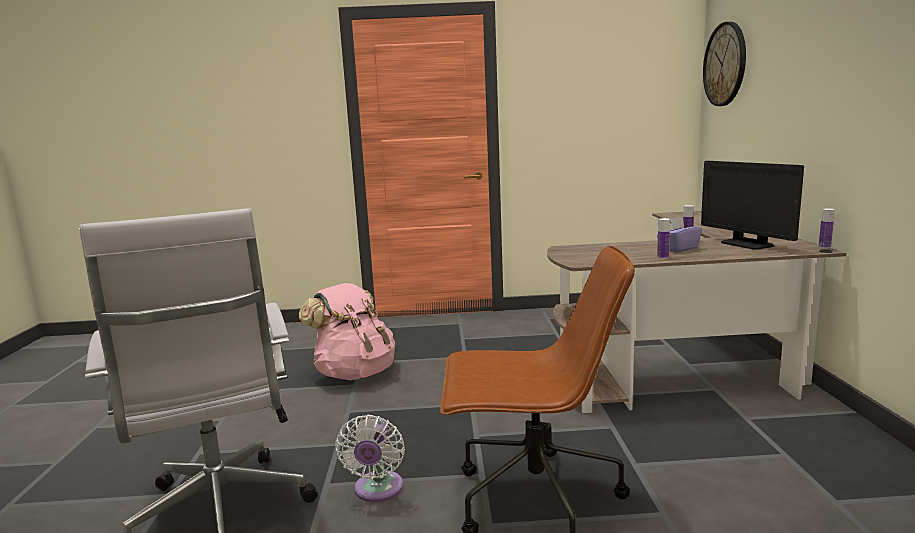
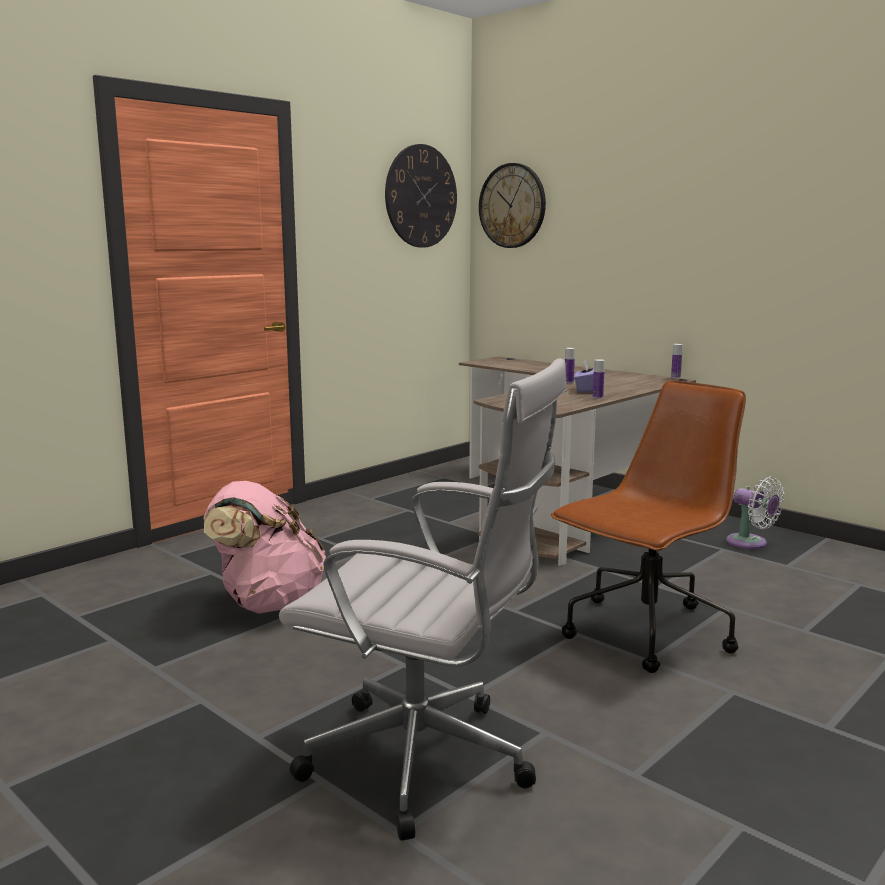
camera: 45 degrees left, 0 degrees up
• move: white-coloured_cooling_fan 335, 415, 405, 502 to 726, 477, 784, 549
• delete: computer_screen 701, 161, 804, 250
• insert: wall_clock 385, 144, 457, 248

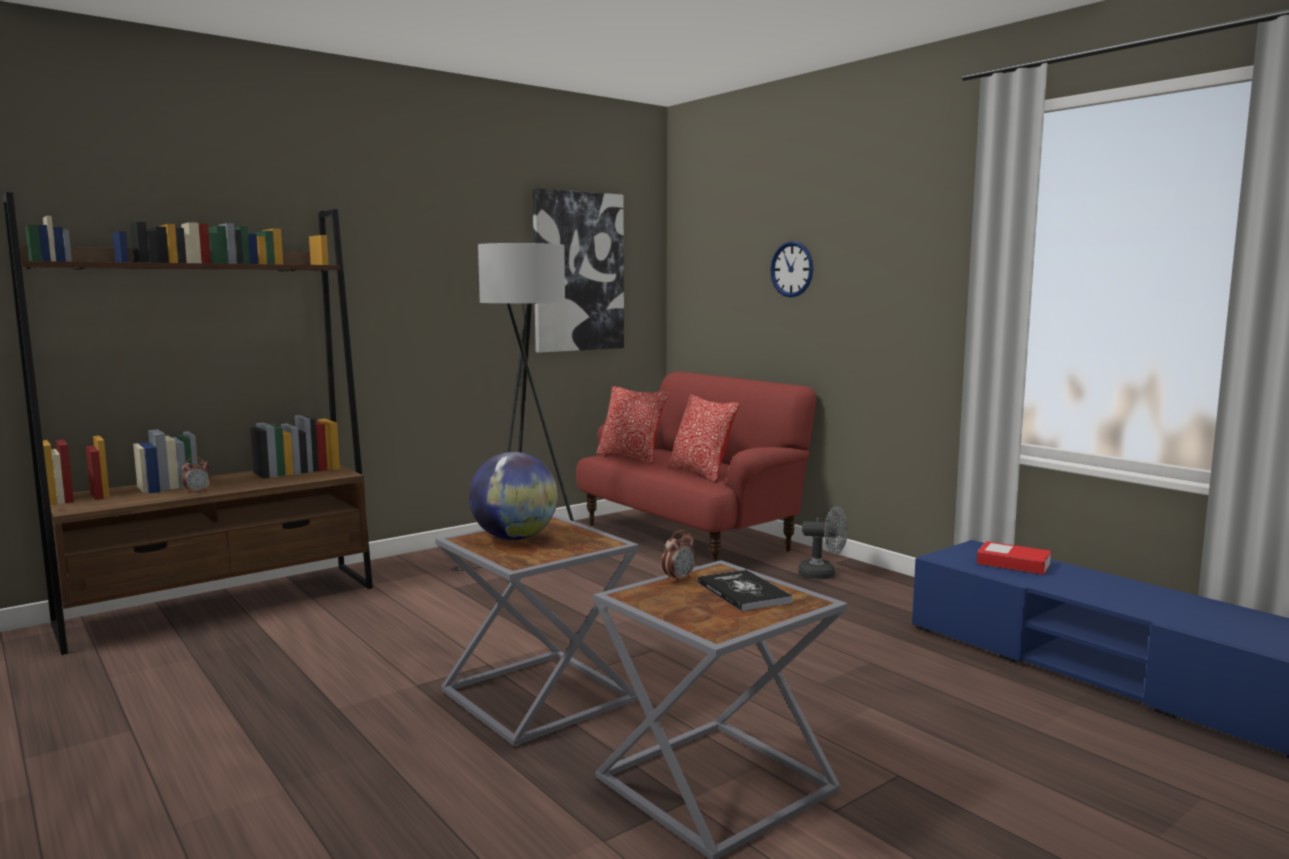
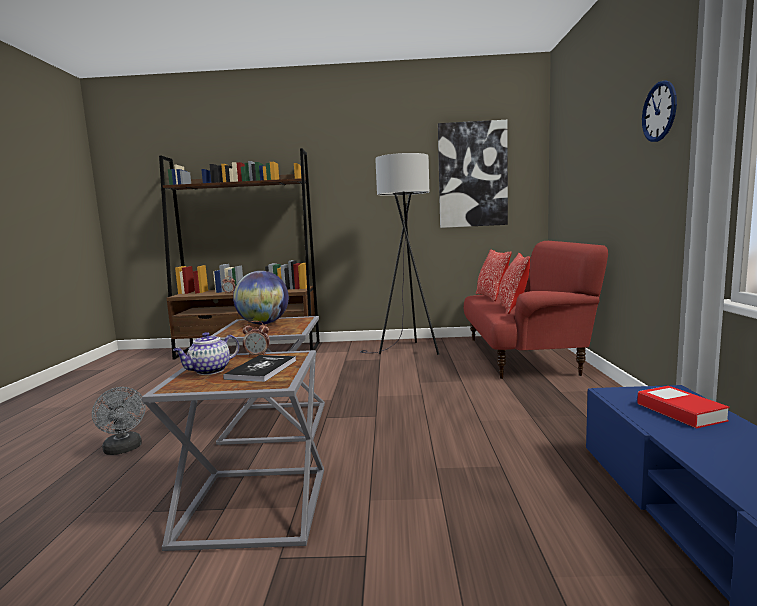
camera: 40 degrees right, 0 degrees up
• move: wall_clock 771, 241, 813, 297 to 642, 80, 677, 142
• move: gray_cooling_fan 798, 506, 848, 579 to 92, 387, 146, 455
• insert: teapot 173, 332, 239, 375

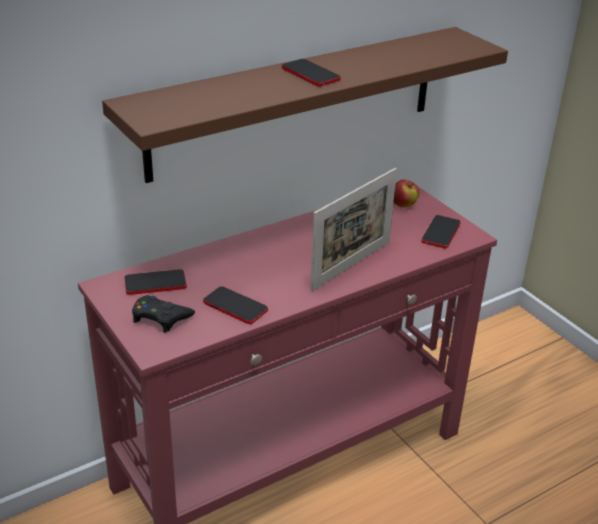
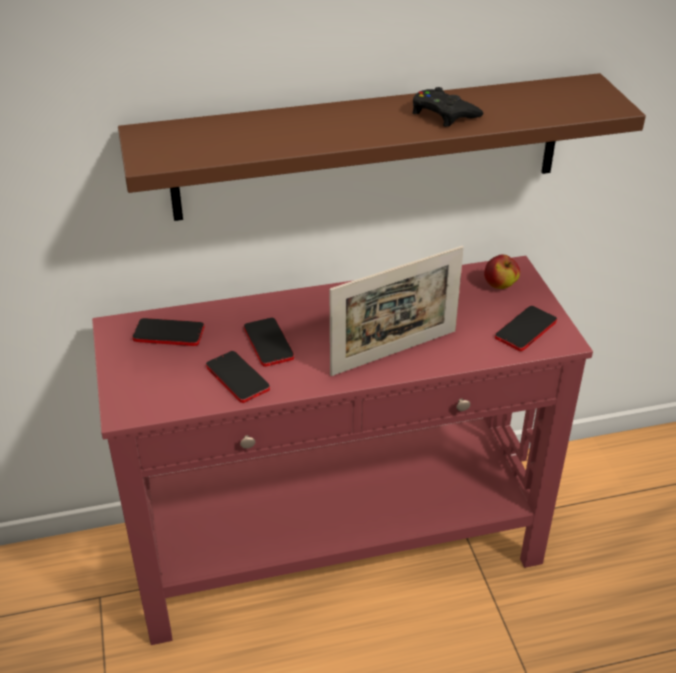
camera: 20 degrees right, 5 degrees up
• move: black-coloured_joypad 132, 295, 195, 333 to 413, 87, 483, 127
• move: handset 282, 59, 341, 87 to 244, 318, 294, 367

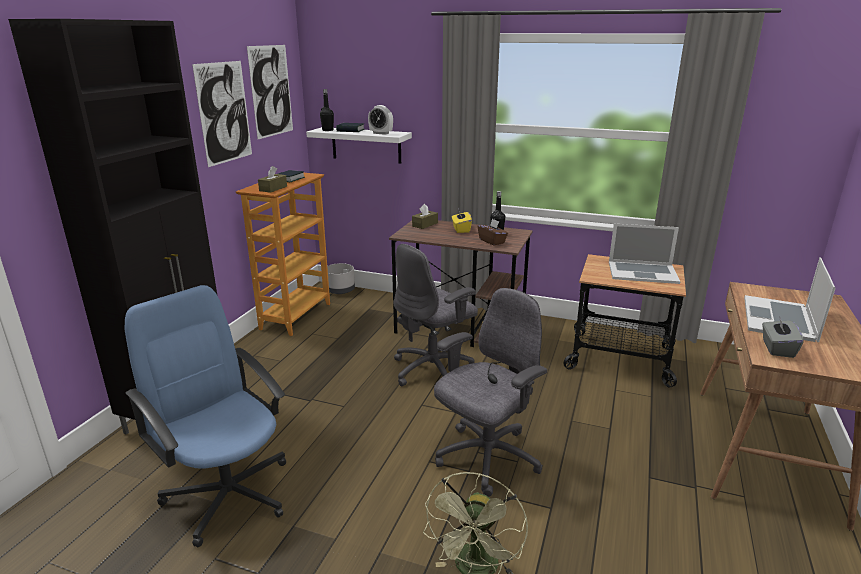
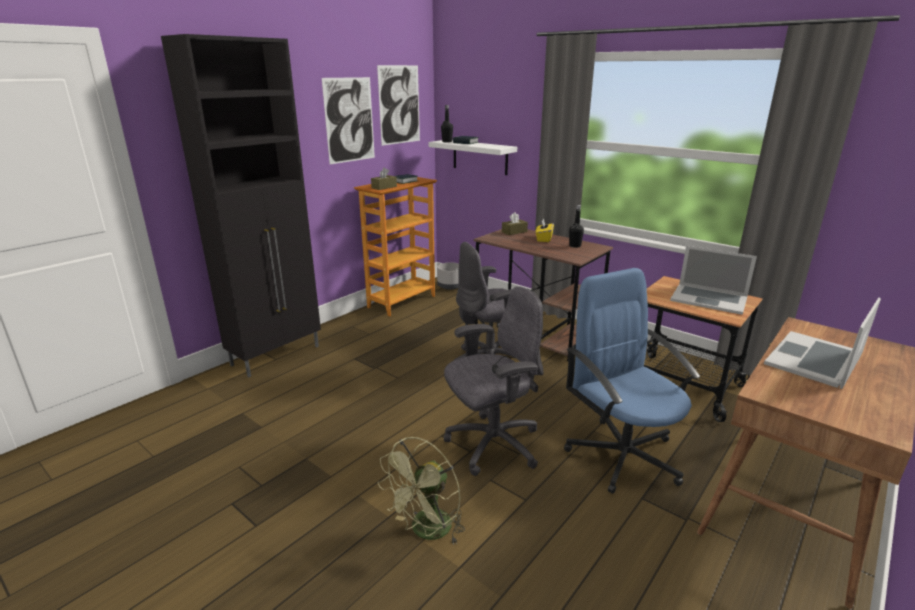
camera: 20 degrees right, 0 degrees up
• move: bluish_office_chair 125, 285, 286, 547 to 564, 268, 700, 494
• delete: bedside_clock 368, 105, 393, 135
• delete: brown-coloured_tissue_holder 478, 219, 508, 246
• delete: gray_tissue_holder 762, 316, 804, 358

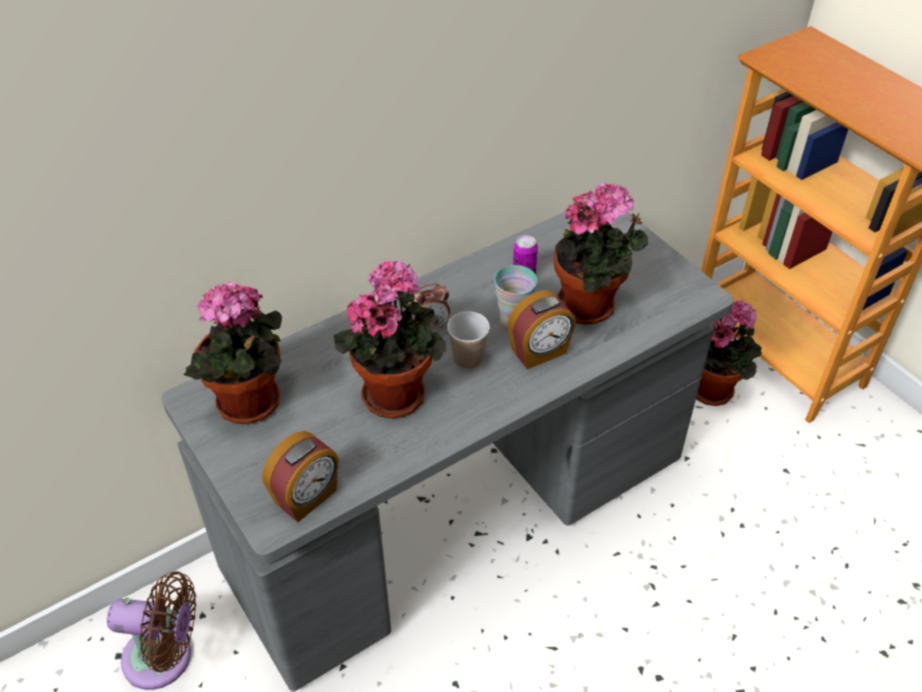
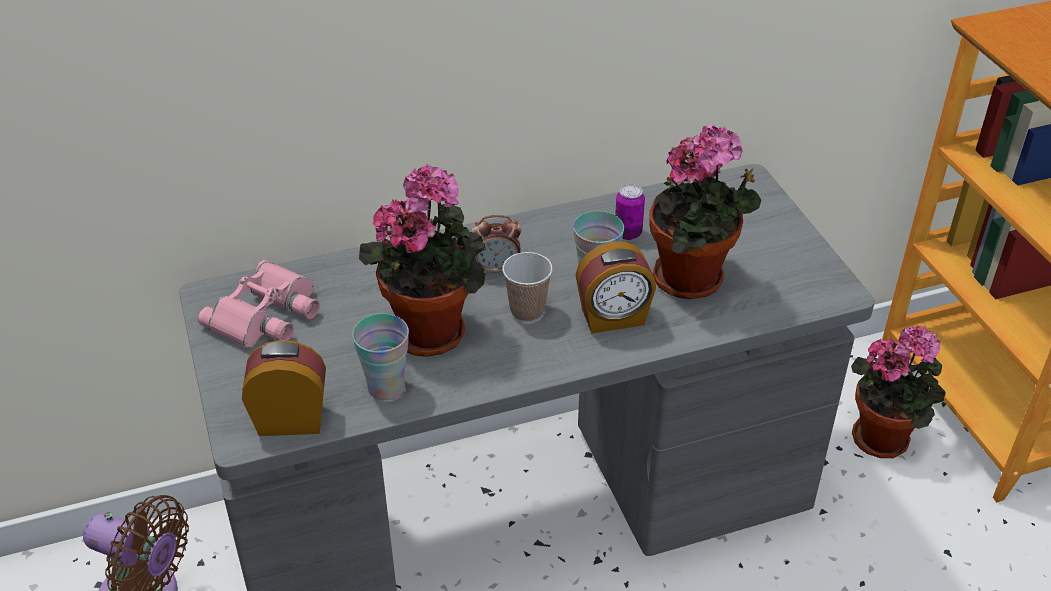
camera: 15 degrees right, 5 degrees down
• replace: plant_in_a_pot 184, 282, 282, 424 to pinkish_binoculars 198, 260, 320, 348
• rotate: bedside_clock 262, 431, 339, 522 = 242, 340, 326, 436 150 degrees counterclockwise
• insert: small_cup 352, 314, 409, 400

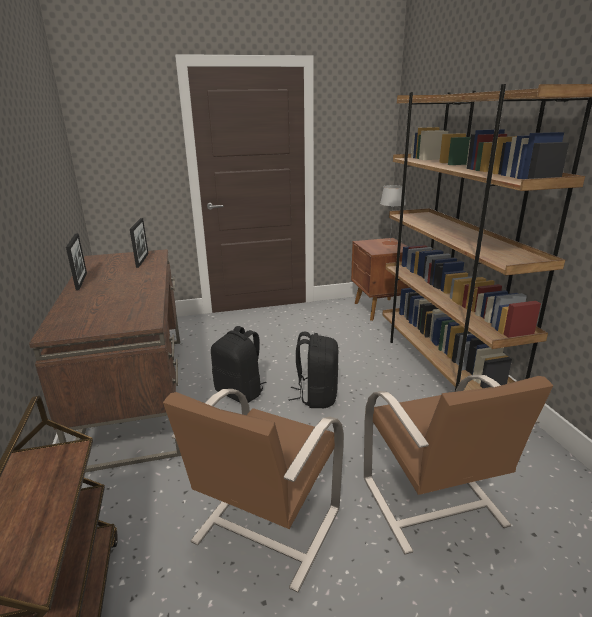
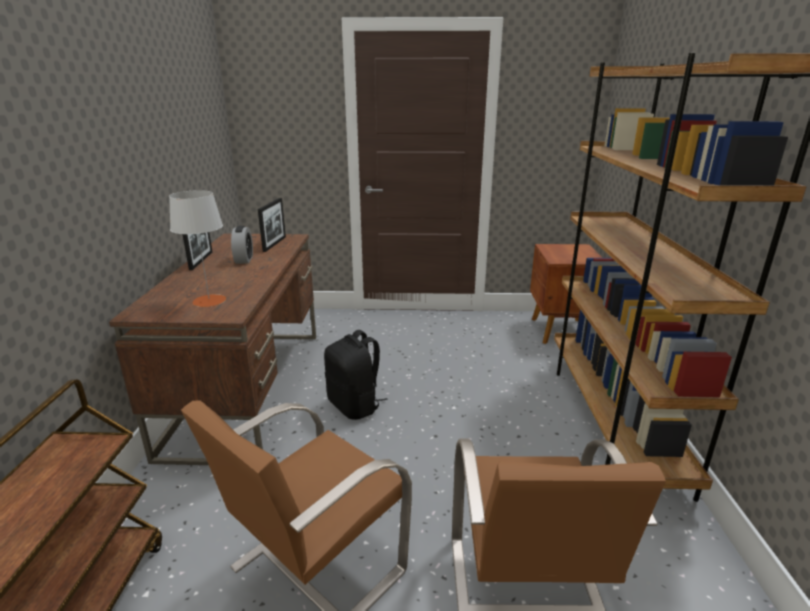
camera: 15 degrees right, 0 degrees up
• delete: black-coloured_rucksack 288, 332, 338, 408
• move: gray_tabletop_lamp 380, 185, 406, 245 to 169, 190, 226, 307
• insert: bedside_clock 231, 226, 253, 264

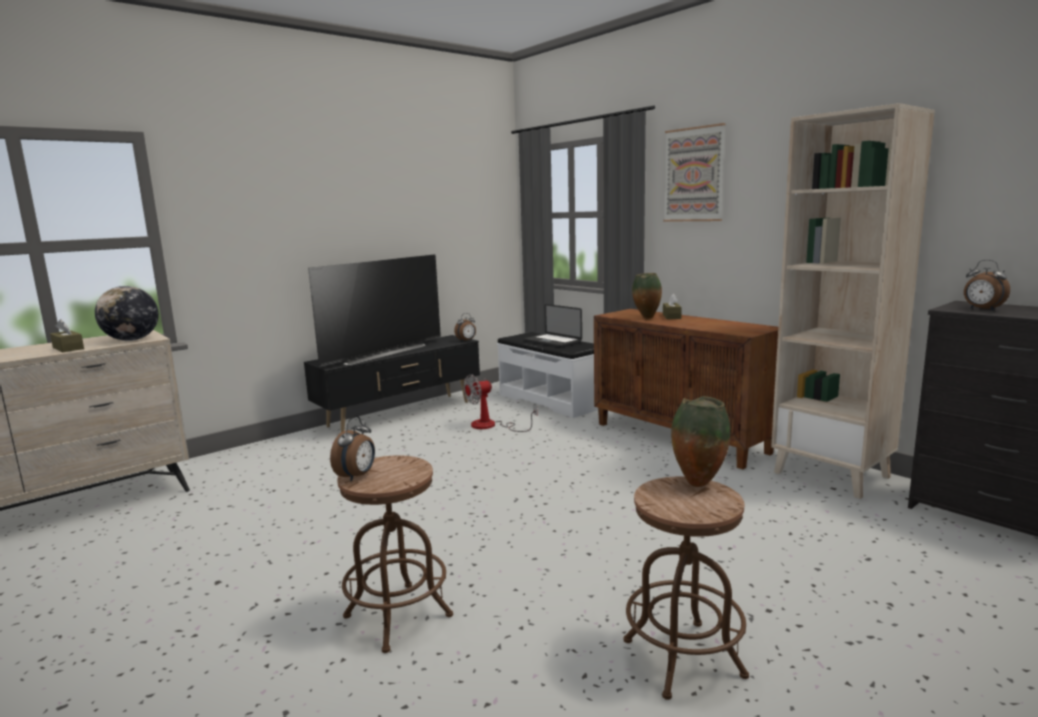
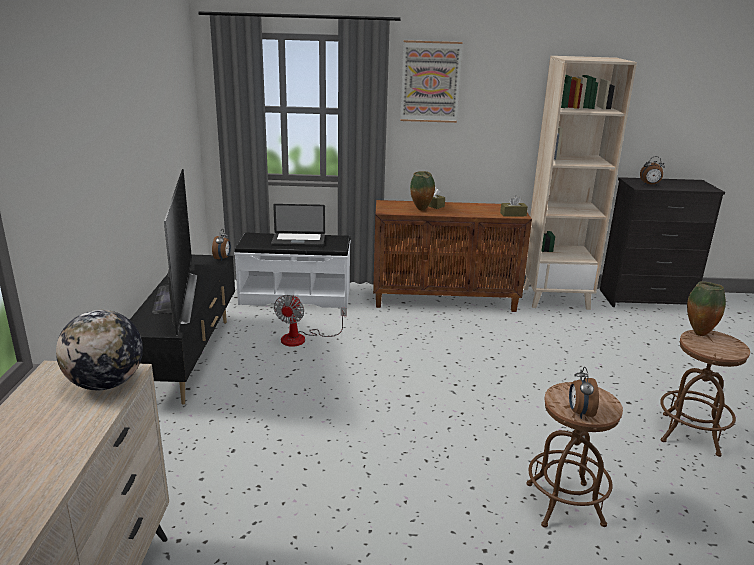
camera: 50 degrees left, 10 degrees up
• move: brown-coloured_tissue_holder 50, 319, 84, 352 to 500, 195, 528, 217
• rotate: bedside_clock 330, 416, 375, 482 = 569, 367, 599, 419 150 degrees counterclockwise

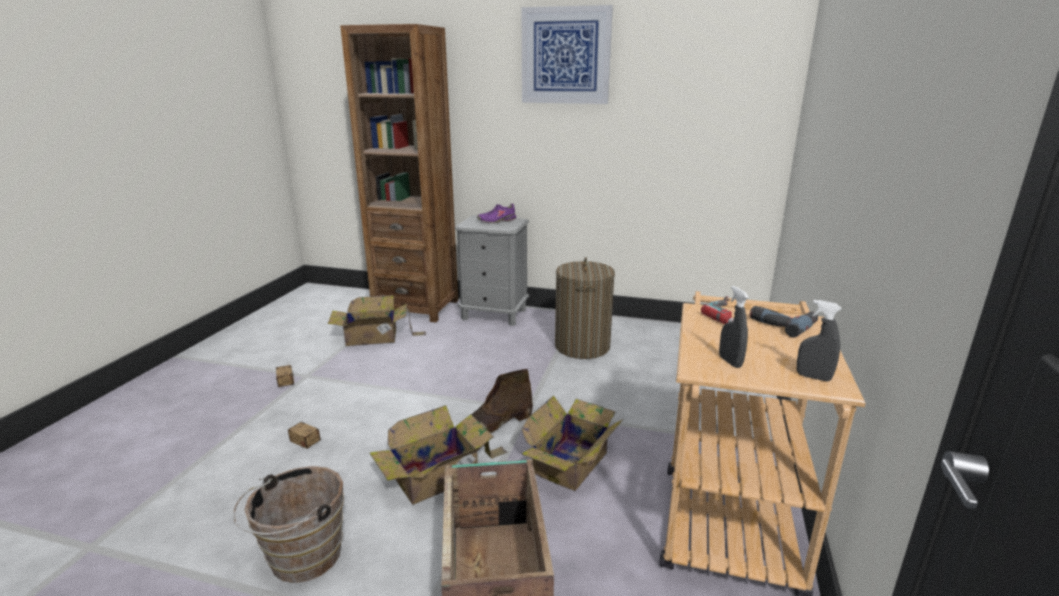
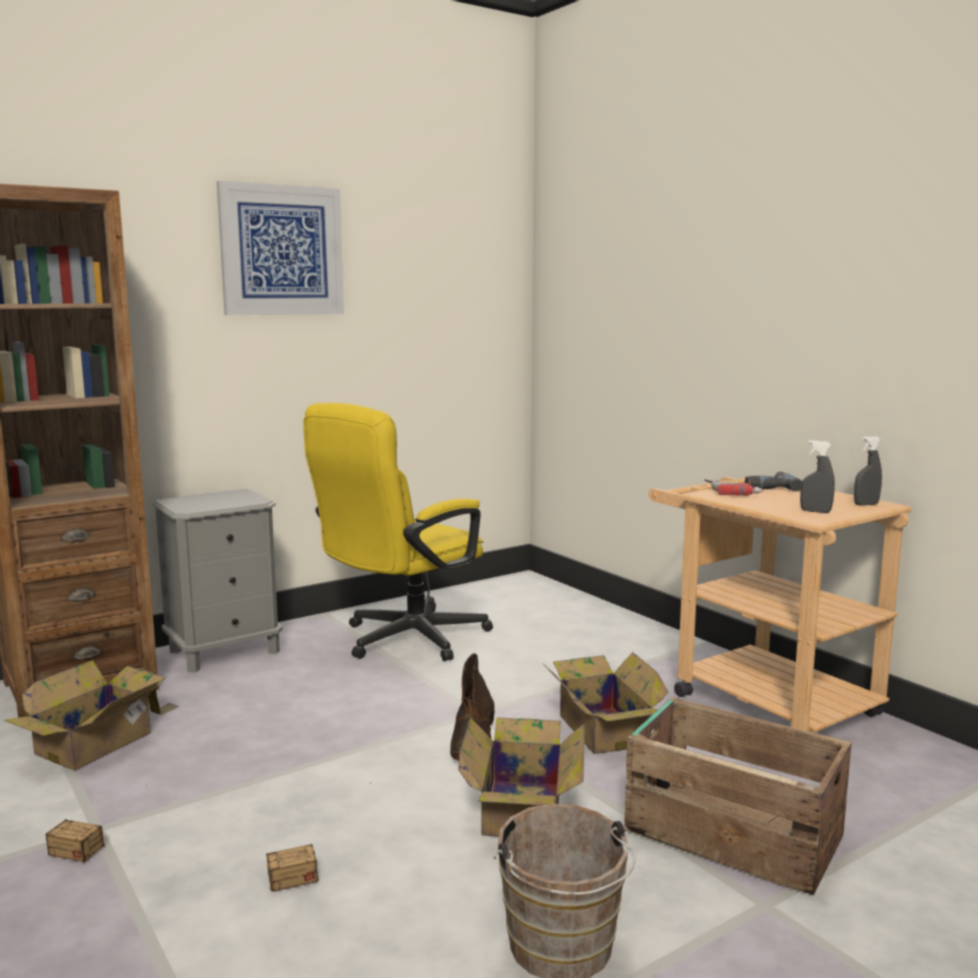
camera: 50 degrees left, 10 degrees down
• delete: purple-coloured_low_shoe 477, 203, 516, 223
• replace: washing_basket 555, 257, 615, 359 to yellow_office_chair 303, 403, 493, 661

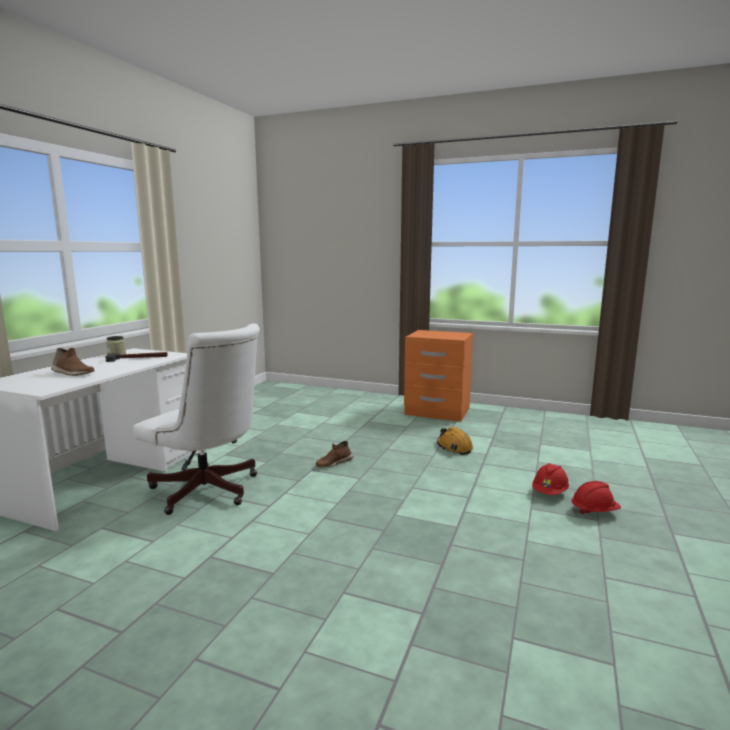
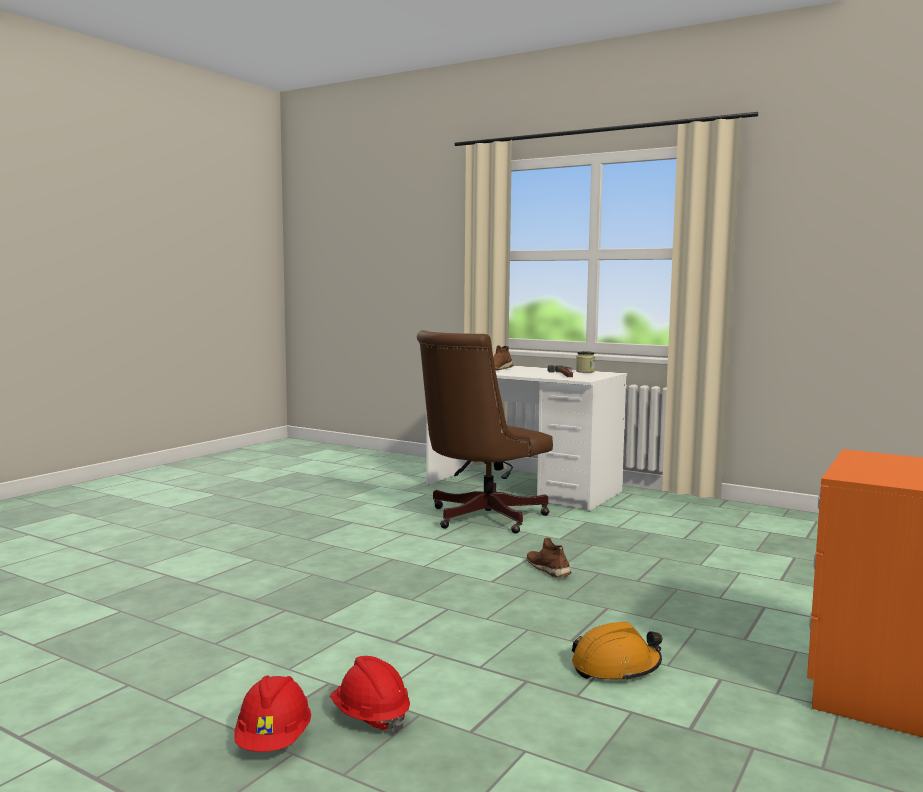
camera: 100 degrees right, 5 degrees down
• recolor: white-coloured_office_chair 133, 323, 260, 515 to brown-coloured_office_chair 417, 330, 553, 534

